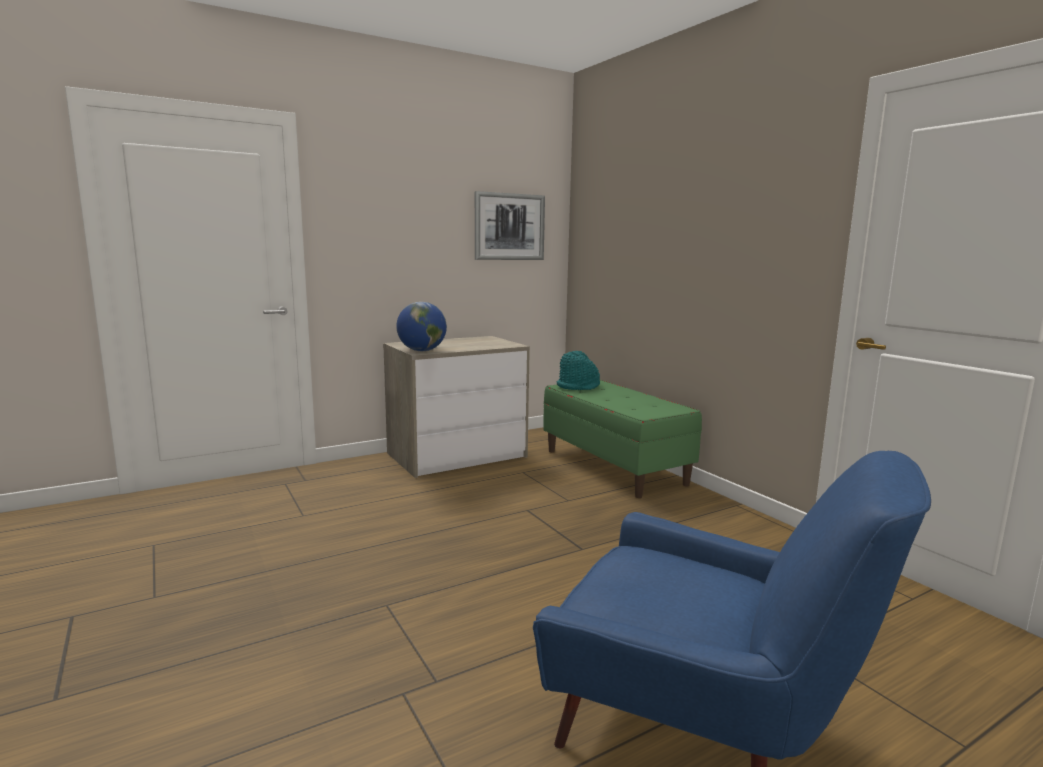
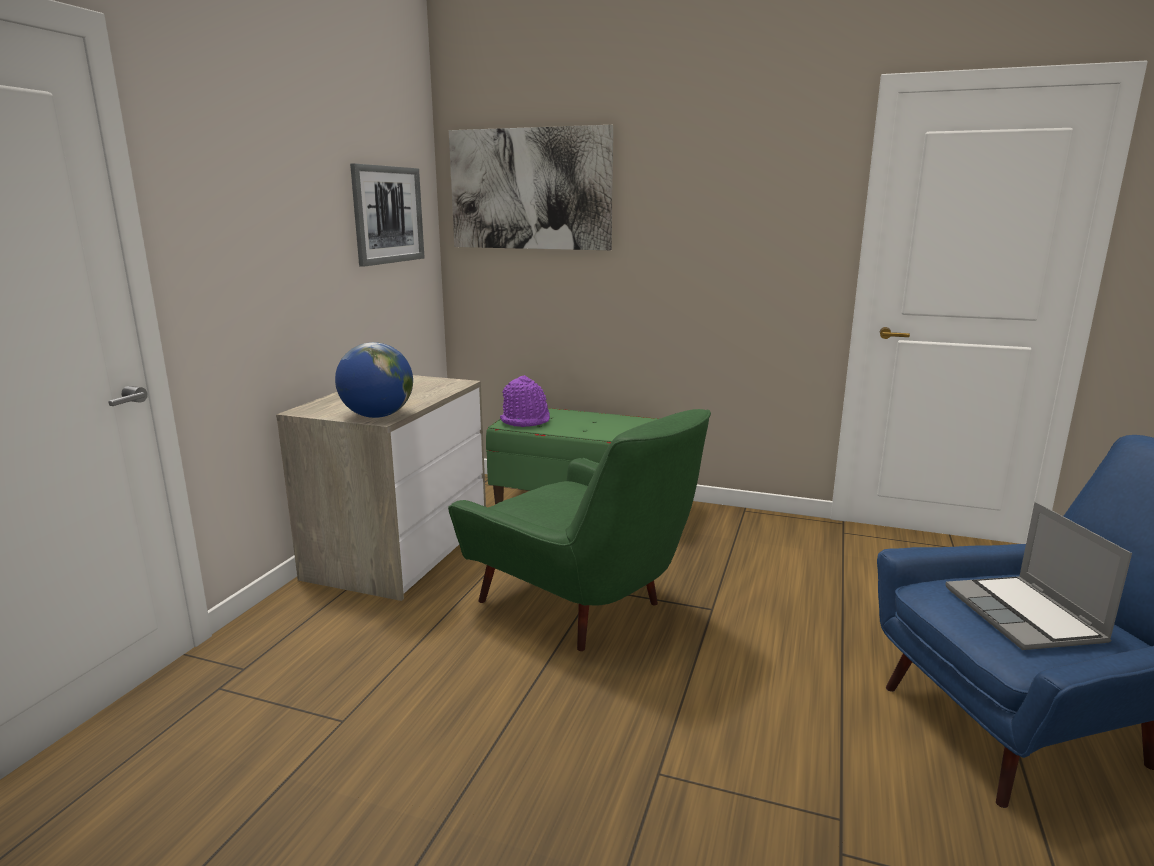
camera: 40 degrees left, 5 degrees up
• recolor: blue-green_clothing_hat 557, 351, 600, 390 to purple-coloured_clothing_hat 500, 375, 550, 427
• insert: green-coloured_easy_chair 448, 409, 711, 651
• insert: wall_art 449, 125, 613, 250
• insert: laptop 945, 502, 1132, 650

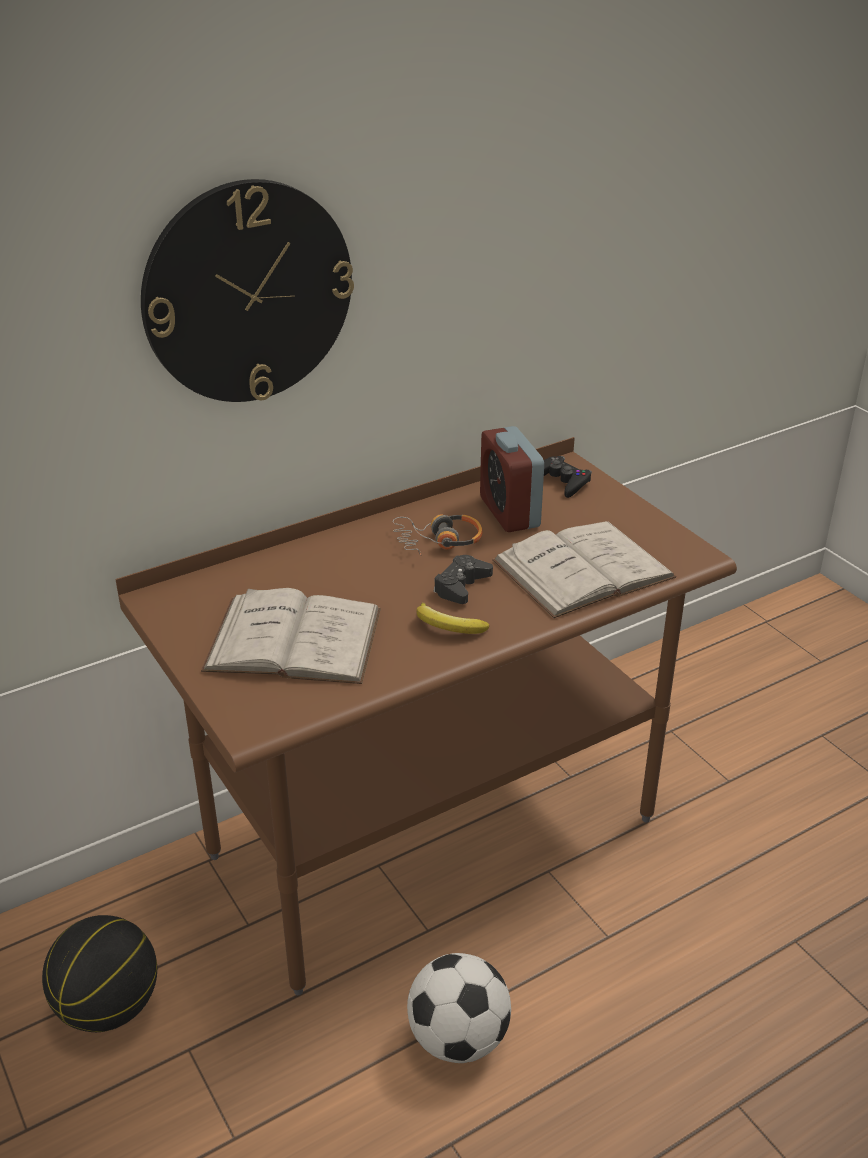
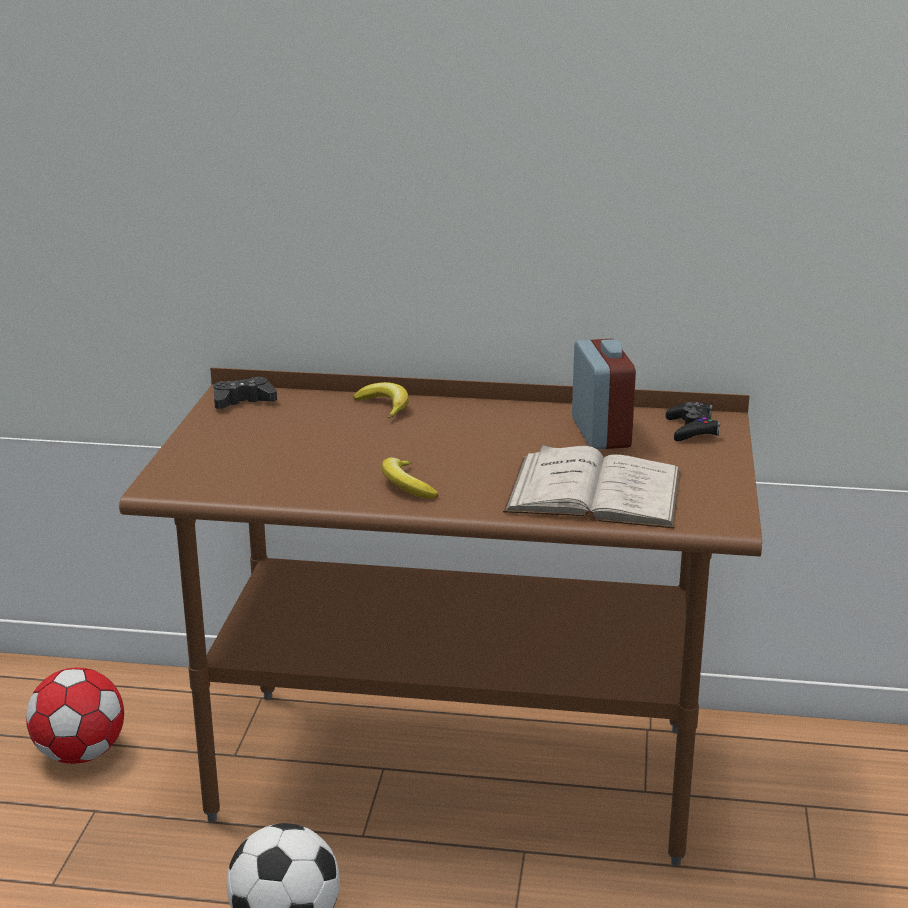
camera: 40 degrees right, 10 degrees down
• replace: basketball 42, 915, 157, 1032 to football 26, 667, 124, 764
• delete: wall_clock 141, 179, 354, 402
• delete: white-coloured_bound_book 201, 588, 381, 684
• delete: headset 393, 514, 482, 556
• move: black-coloured_joypad 434, 555, 493, 604 to 213, 376, 277, 409
• rotate: bedside_clock 480, 426, 544, 532 = 572, 339, 636, 450 150 degrees clockwise
• insert: banana_fruit 353, 382, 409, 419

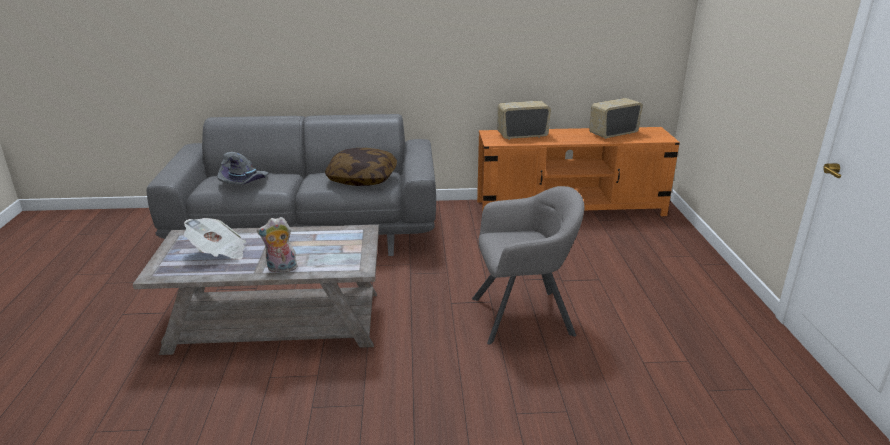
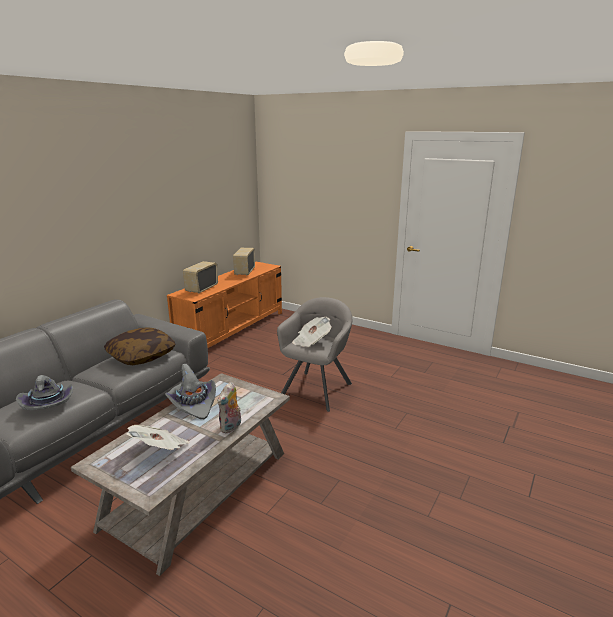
camera: 55 degrees left, 5 degrees down
• insert: gray_clothing_hat 165, 364, 216, 419
• insert: daily_paper 292, 317, 331, 347

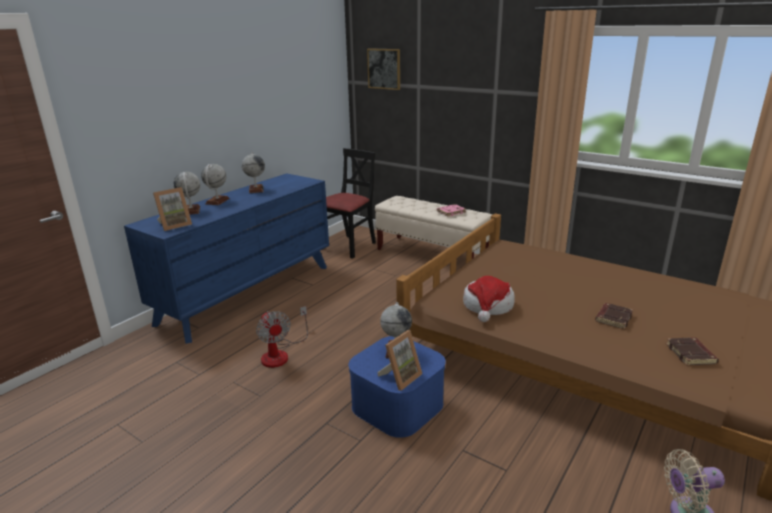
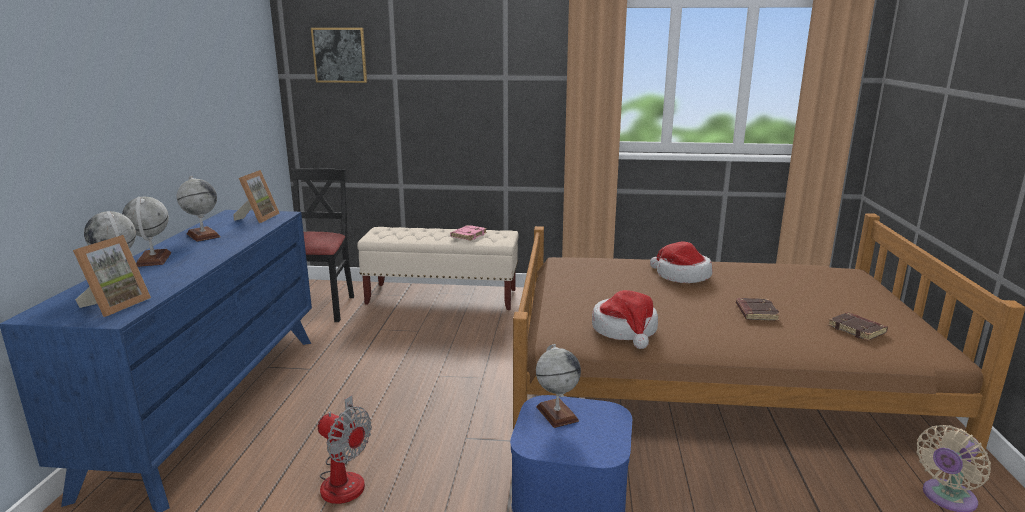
camera: 30 degrees left, 5 degrees down
• move: photo_frame 378, 330, 422, 391 to 233, 170, 280, 223
• insert: clothing_hat 650, 241, 713, 283

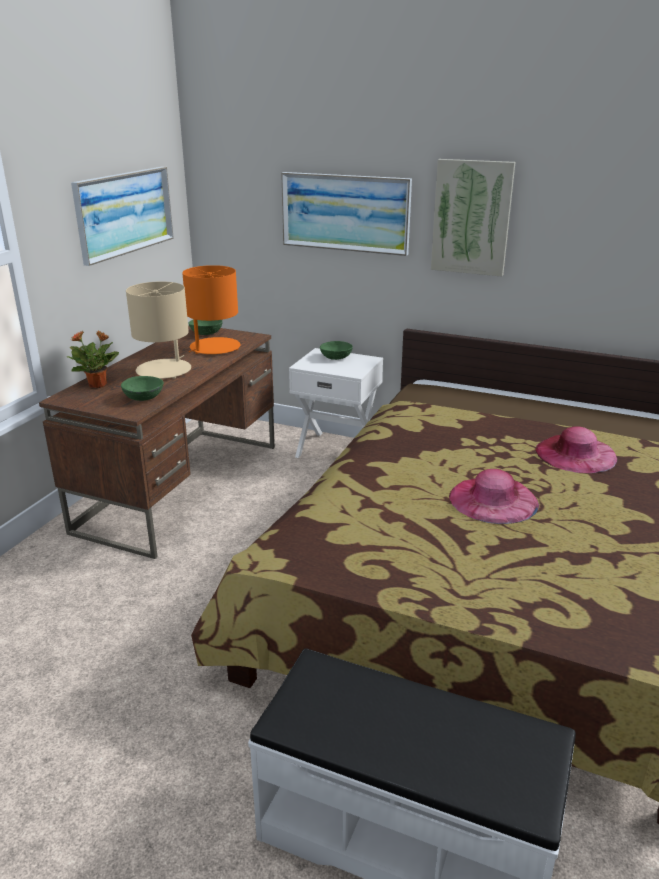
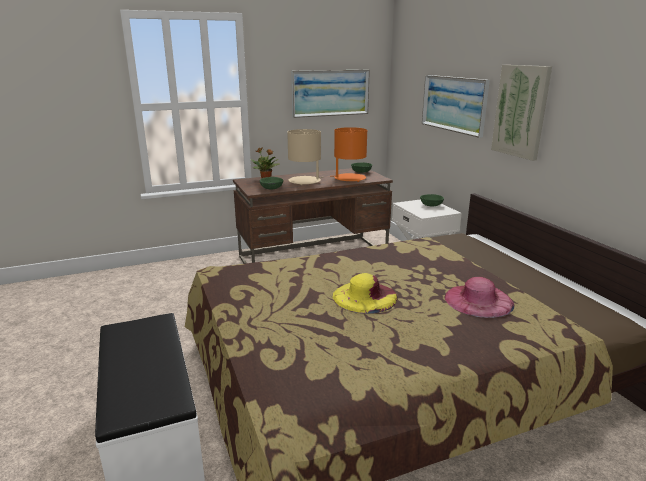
camera: 45 degrees right, 5 degrees down
• recolor: pinkish_clothing_hat 449, 469, 539, 524 to yellow_clothing_hat 333, 273, 398, 314

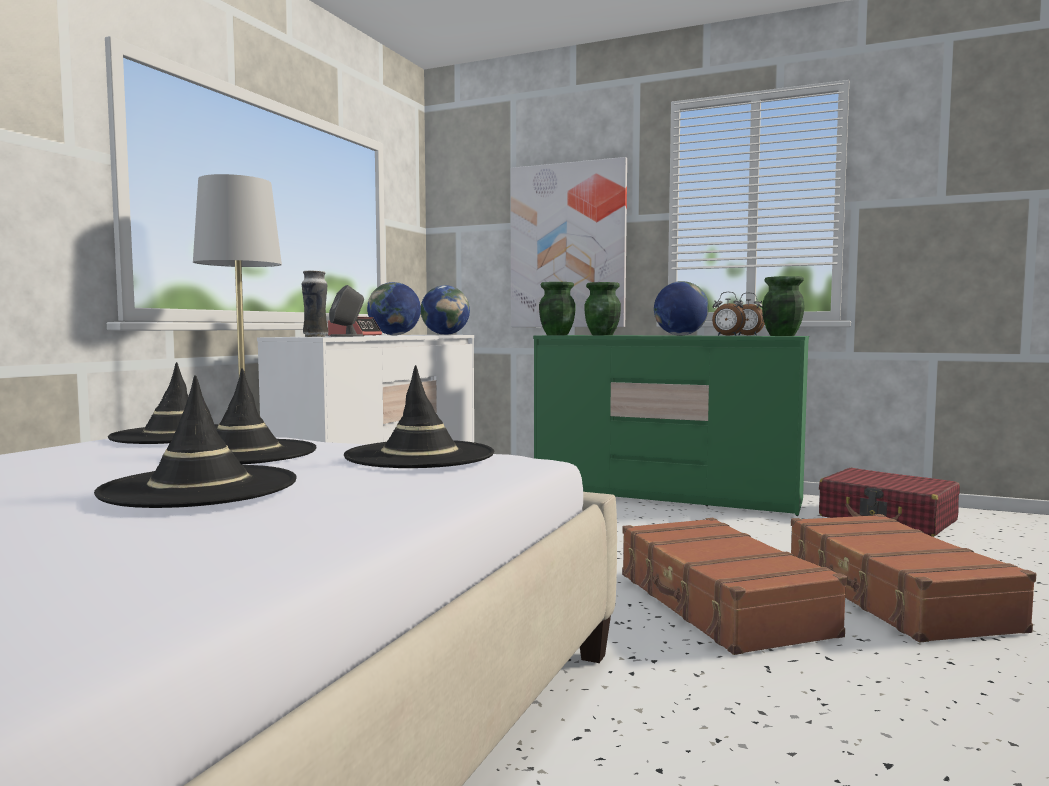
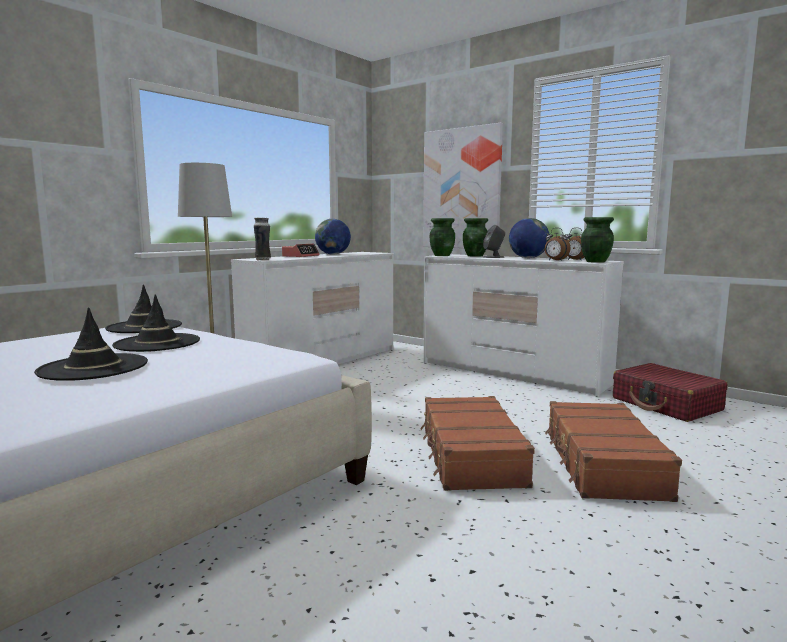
camera: 15 degrees right, 5 degrees up
• move: gray_speaker 329, 285, 364, 337 to 483, 225, 505, 258
• delete: black-coloured_clothing_hat 344, 365, 495, 468
• delete: world_globe 421, 285, 470, 335
• recolor: green-coloured_chest_of_drawers 533, 335, 809, 516 to white-coloured_chest_of_drawers 424, 254, 624, 397

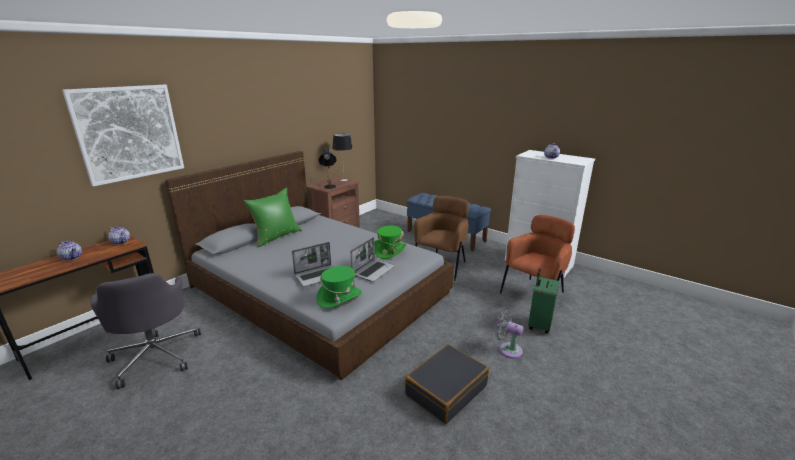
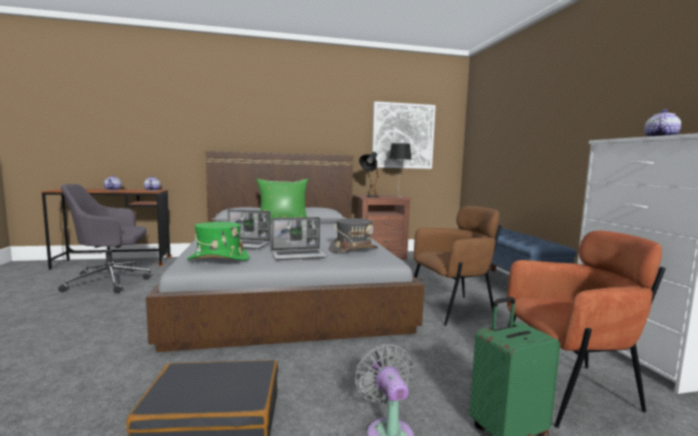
camera: 40 degrees right, 15 degrees down
• move: wall_art 62, 85, 184, 187 to 372, 101, 436, 169
• rotate: gray_office_chair 91, 273, 201, 389 = 58, 184, 150, 293 60 degrees clockwise
• recolor: green-coloured_clothing_hat 374, 226, 406, 259 to gray_clothing_hat 329, 218, 378, 253

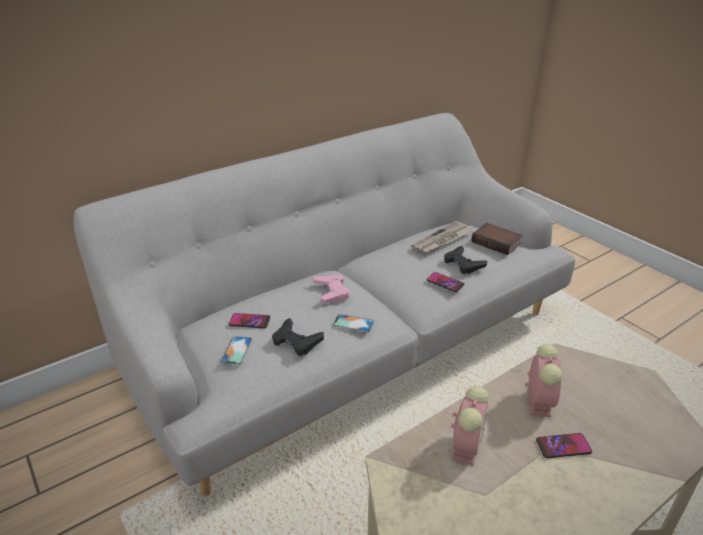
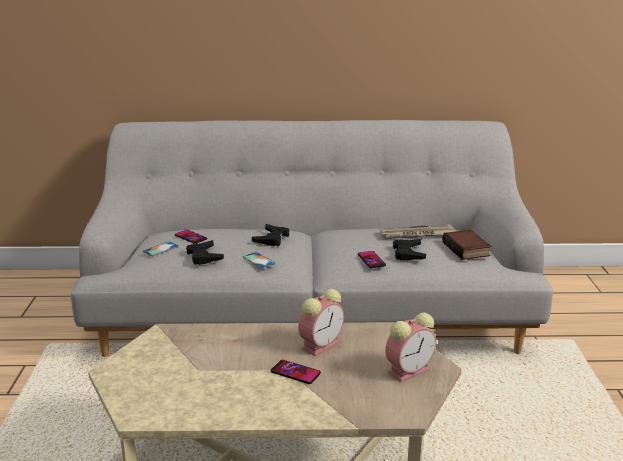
camera: 35 degrees right, 10 degrees down
• recolor: pinkish_joypad 313, 274, 350, 303 to black-coloured_joypad 252, 224, 289, 246
• move: bedside_clock 451, 385, 489, 466 to 385, 313, 436, 382

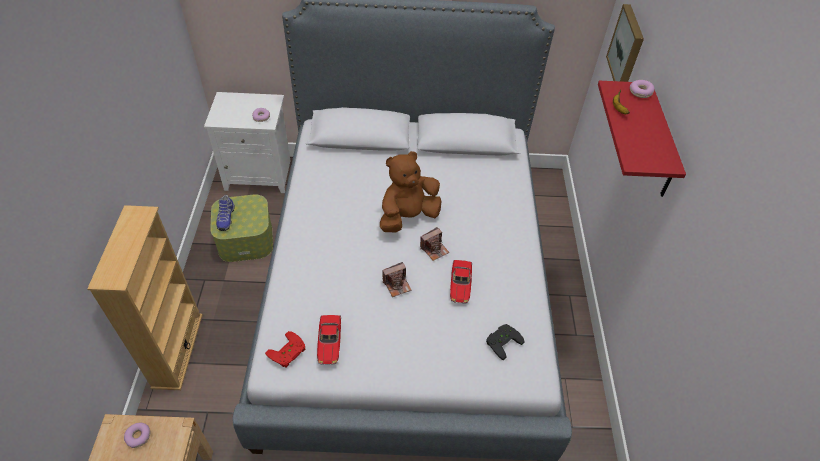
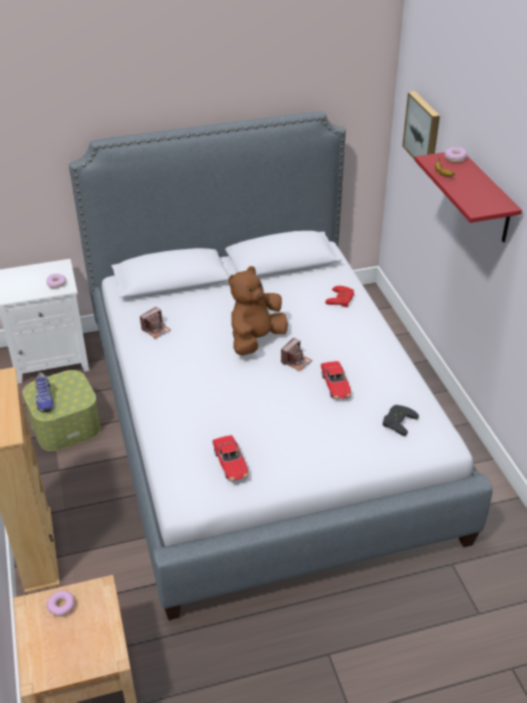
camera: 15 degrees left, 10 degrees down
• move: red-coloured_joypad 265, 331, 305, 368 to 325, 286, 354, 307
• move: photo_camera 382, 262, 411, 297 to 140, 307, 171, 339

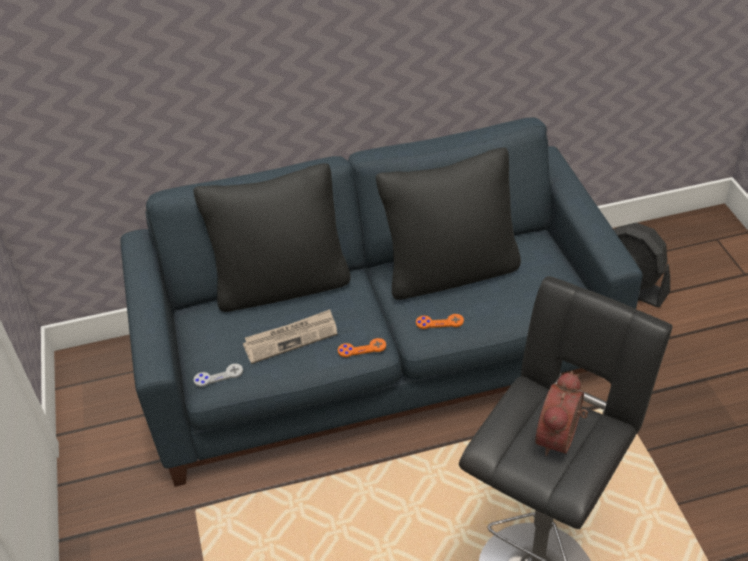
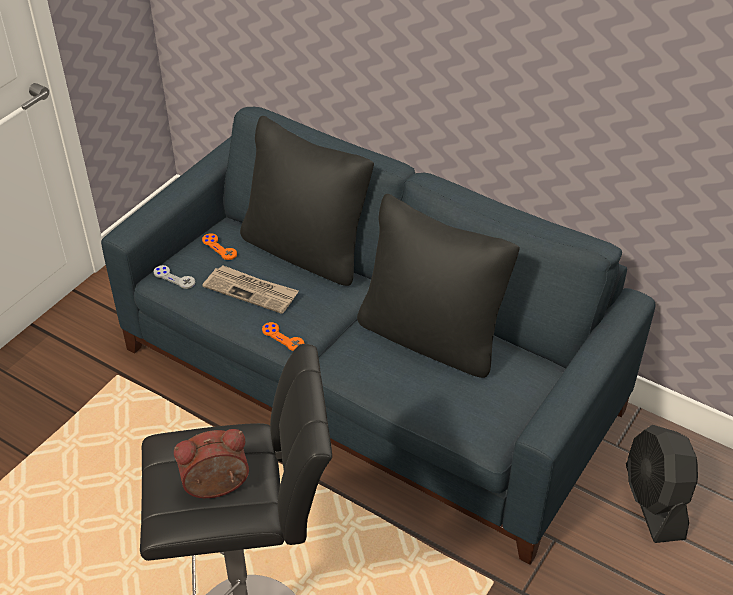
camera: 45 degrees right, 0 degrees up
• move: orangey_joypad 416, 314, 464, 329 to 202, 233, 237, 260

